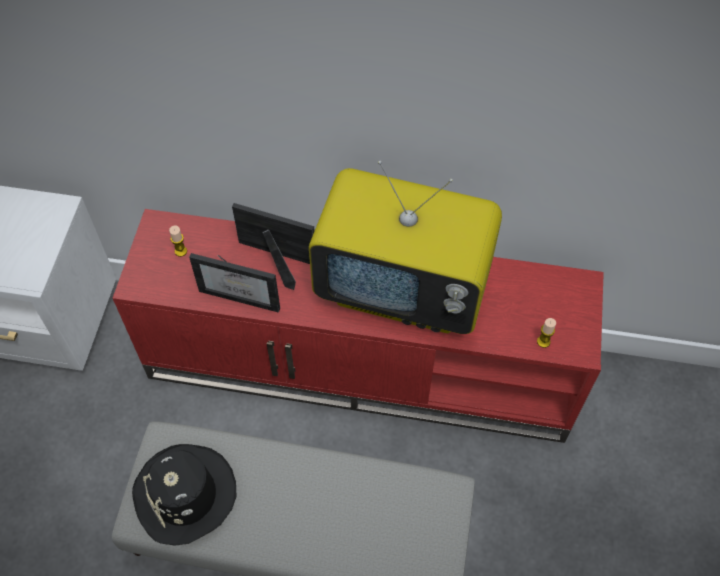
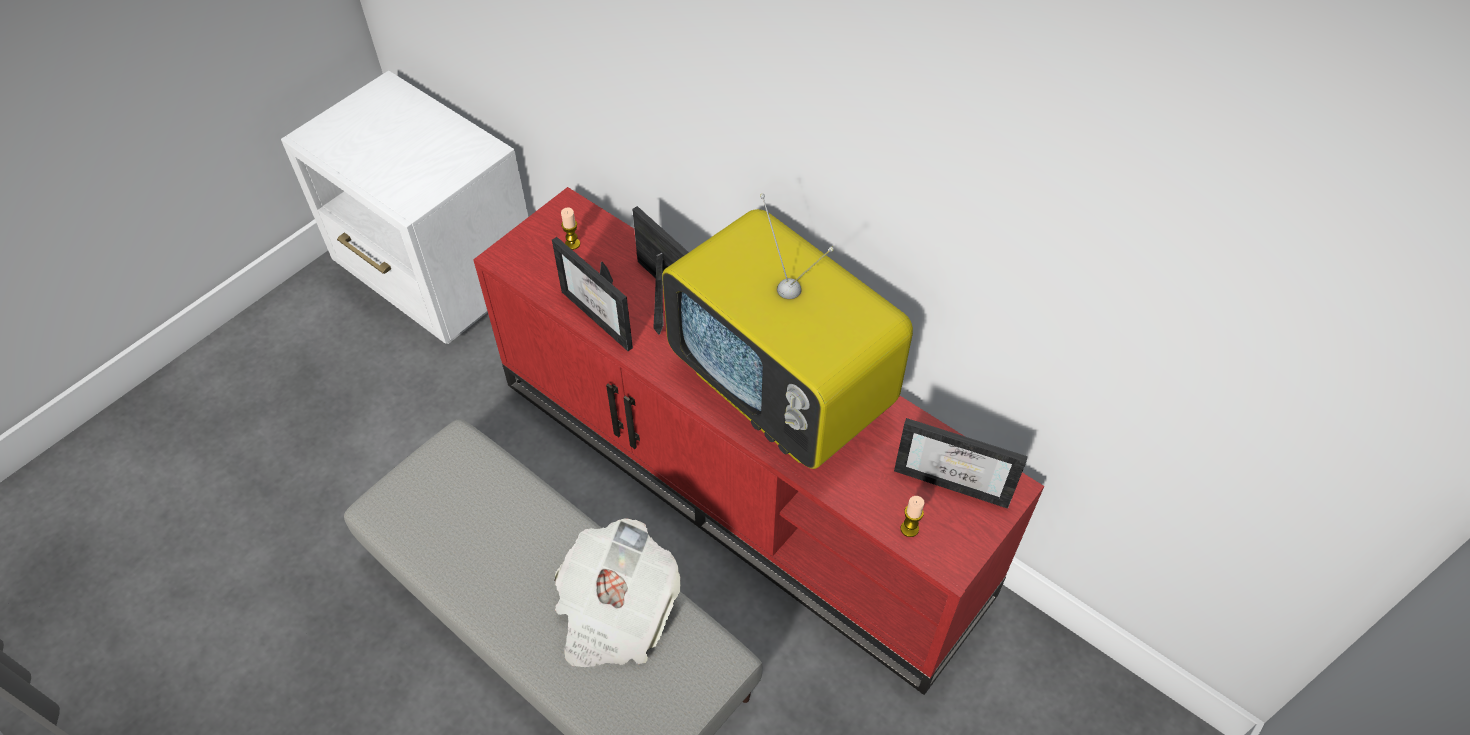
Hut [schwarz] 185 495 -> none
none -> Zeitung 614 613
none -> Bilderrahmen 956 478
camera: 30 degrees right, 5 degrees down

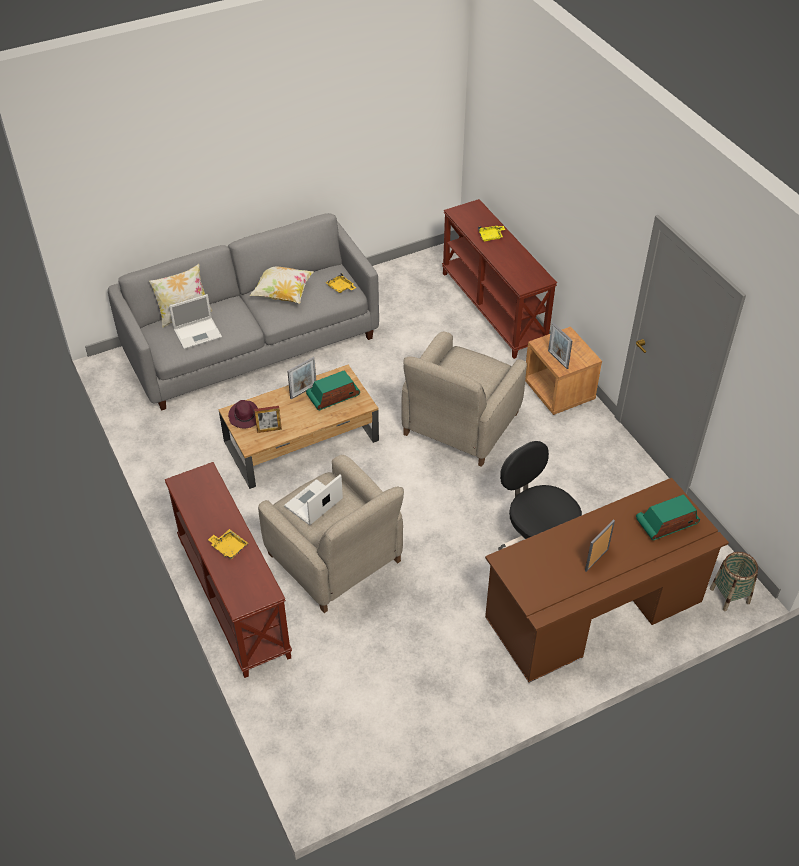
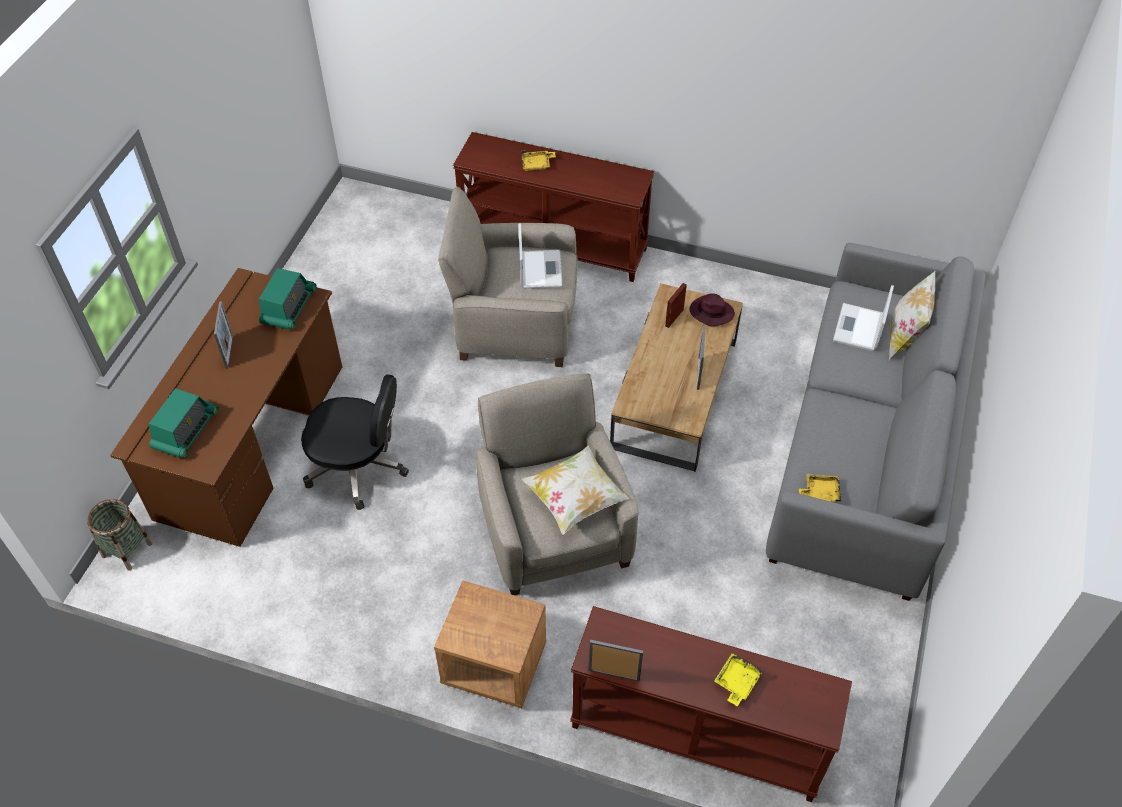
Kissen 283 293 -> Kissen 575 500, shifted
Radio 333 396 -> Radio 288 307, shifted
Bilderrahmen 558 359 -> Bilderrahmen 614 674, shifted
camera: 135 degrees right, 5 degrees up

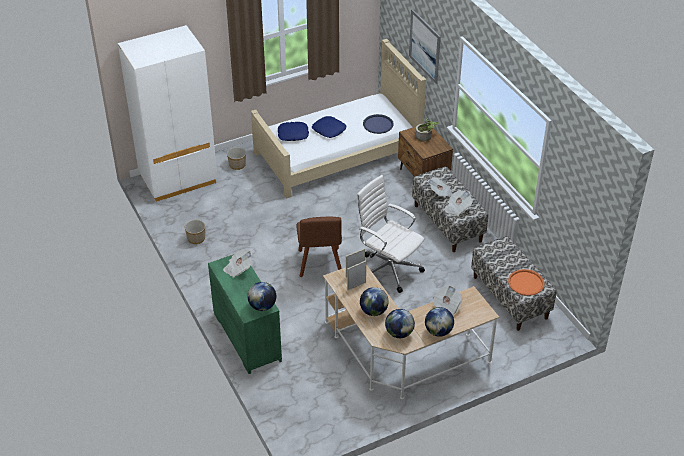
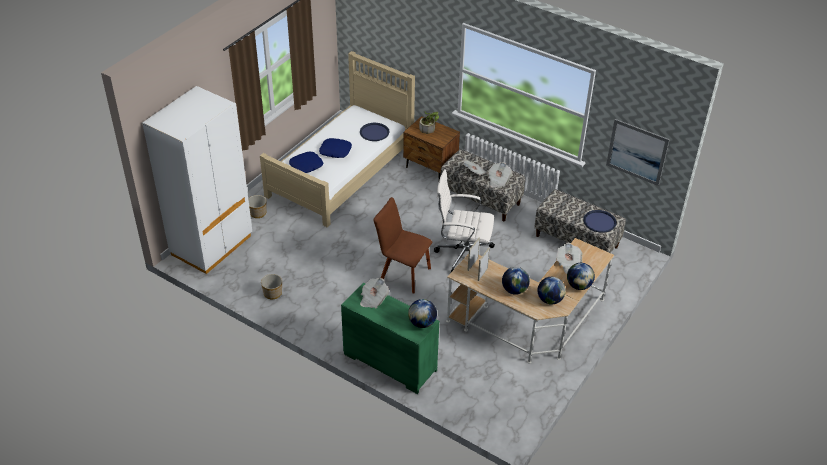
Bild 424 46 -> Bild 637 152, shifted
Tablett [orange] 526 283 -> Tablett [blau] 599 221
Stuhl [braun] 320 264 -> Stuhl [braun] 402 273, 150 degrees clockwise
camera: 30 degrees left, 0 degrees up

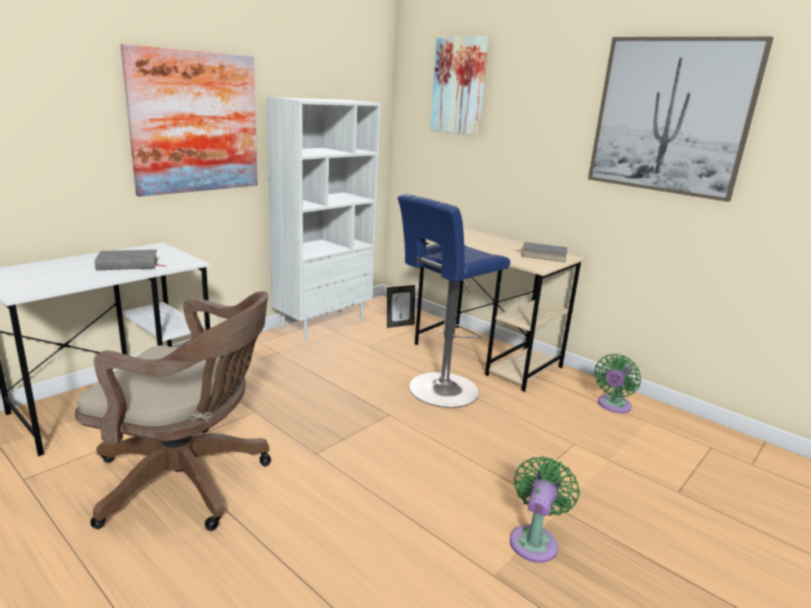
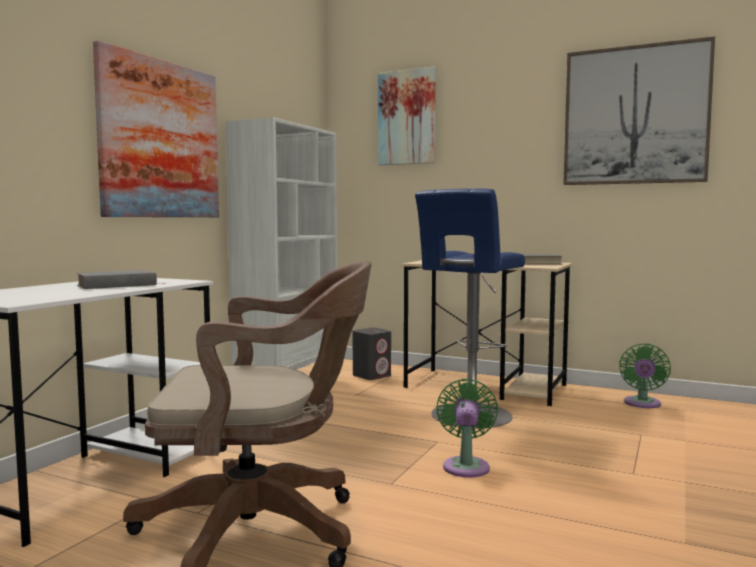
Ventilator [grün] 535 540 -> Ventilator [grün] 466 465, shifted
Bilderrahmen 399 325 -> Lautsprecher [grau] 372 376
camera: 15 degrees left, 15 degrees down

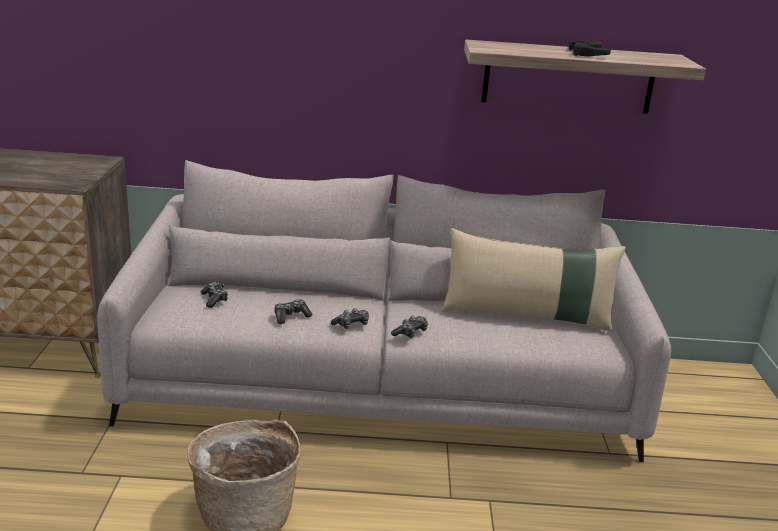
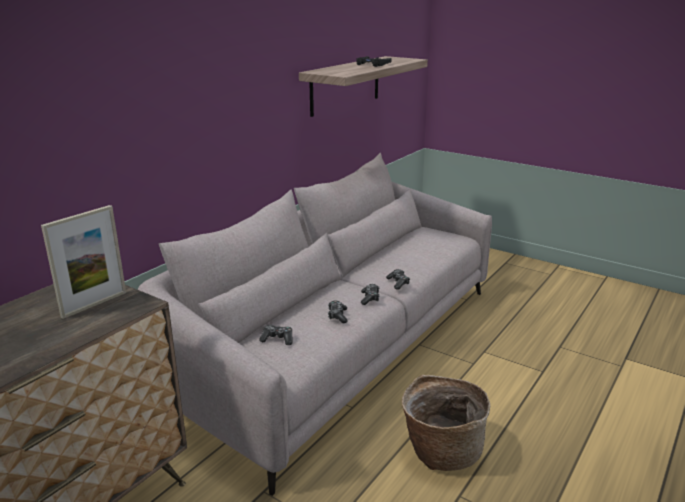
Kissen [beige] 527 316 -> none
none -> Bilderrahmen 94 304
camera: 55 degrees left, 0 degrees up

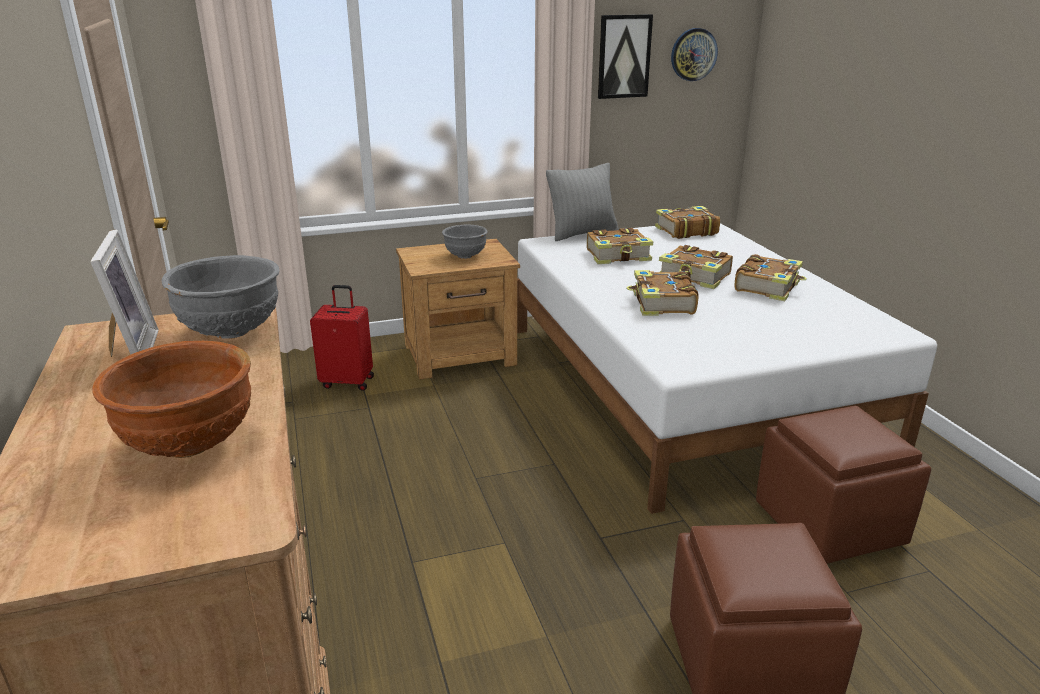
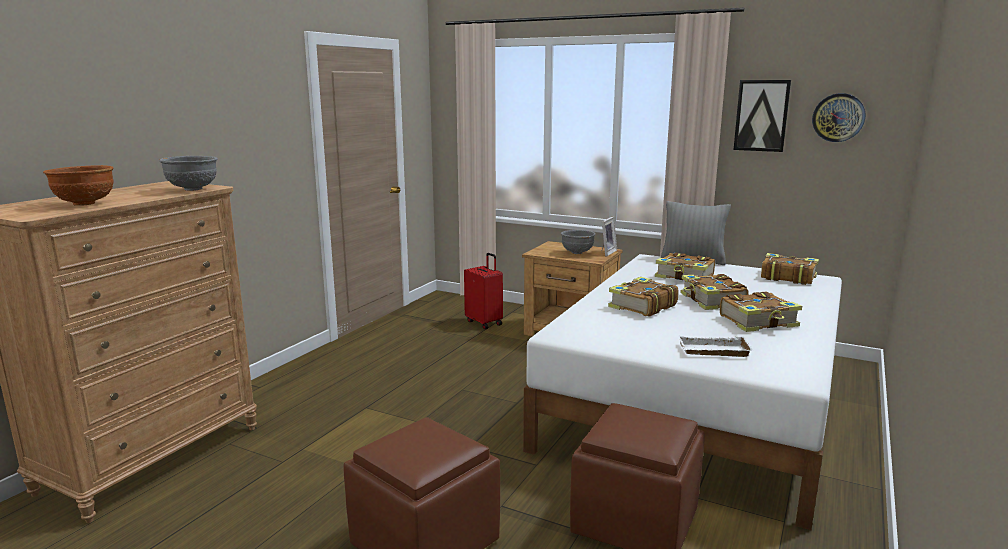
none -> Tablett [weiß] 713 352
Bilderrahmen 129 352 -> Bilderrahmen 606 252, shifted
camera: 45 degrees right, 10 degrees down

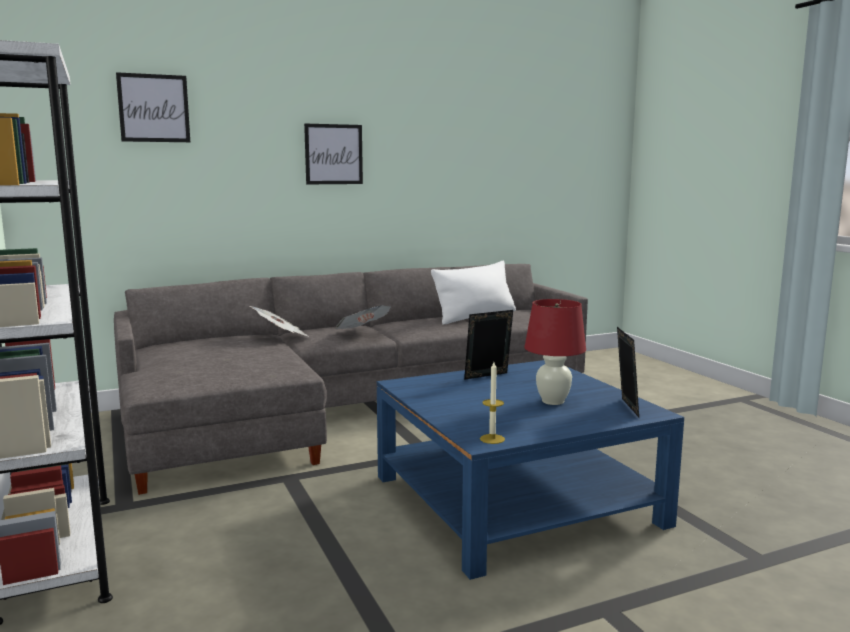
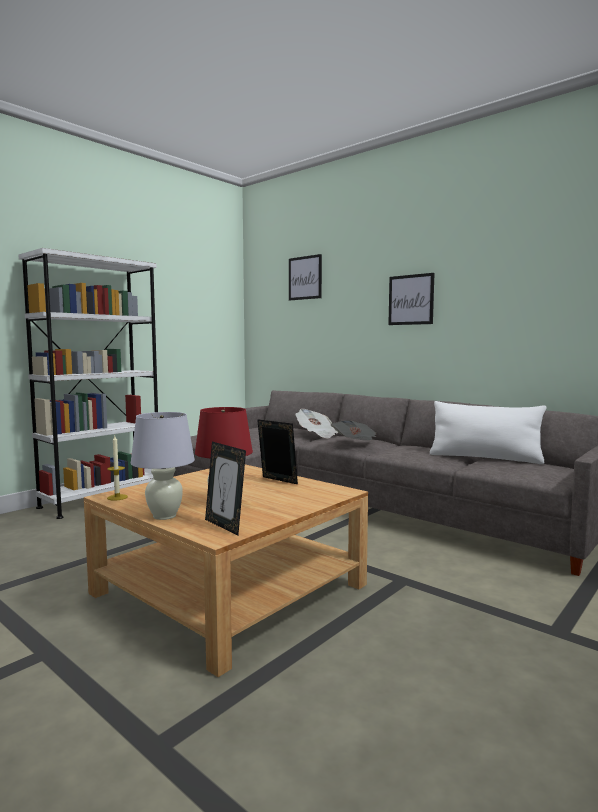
none -> Tischlampe [weiß] 164 516
Couchtisch [blau] 515 500 -> Couchtisch [beige] 230 589
Bilderrahmen 625 408 -> Bilderrahmen 225 526, 75 degrees clockwise
camera: 65 degrees right, 5 degrees down

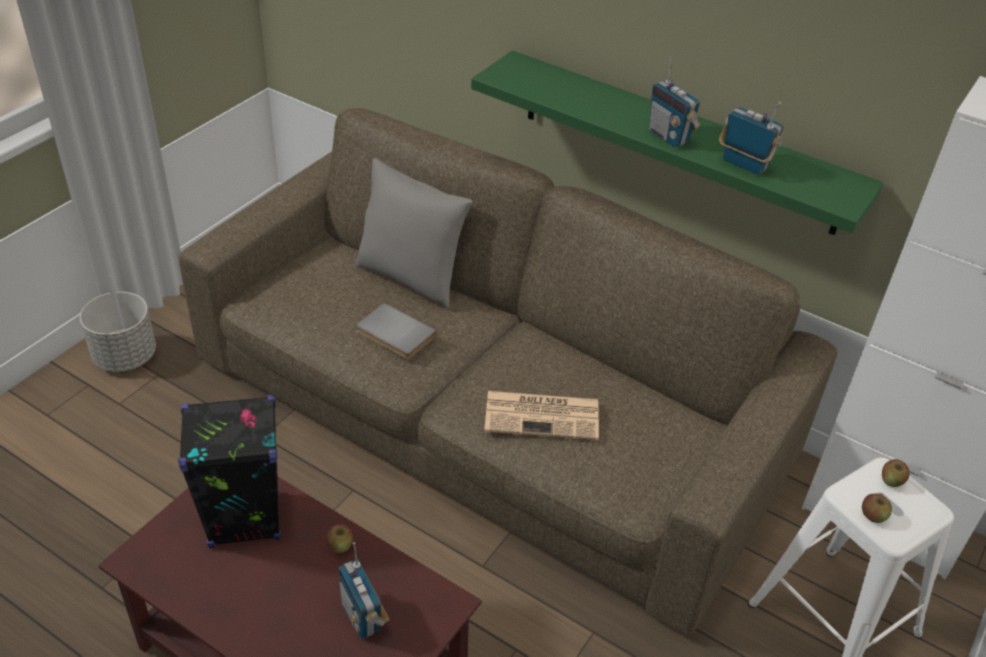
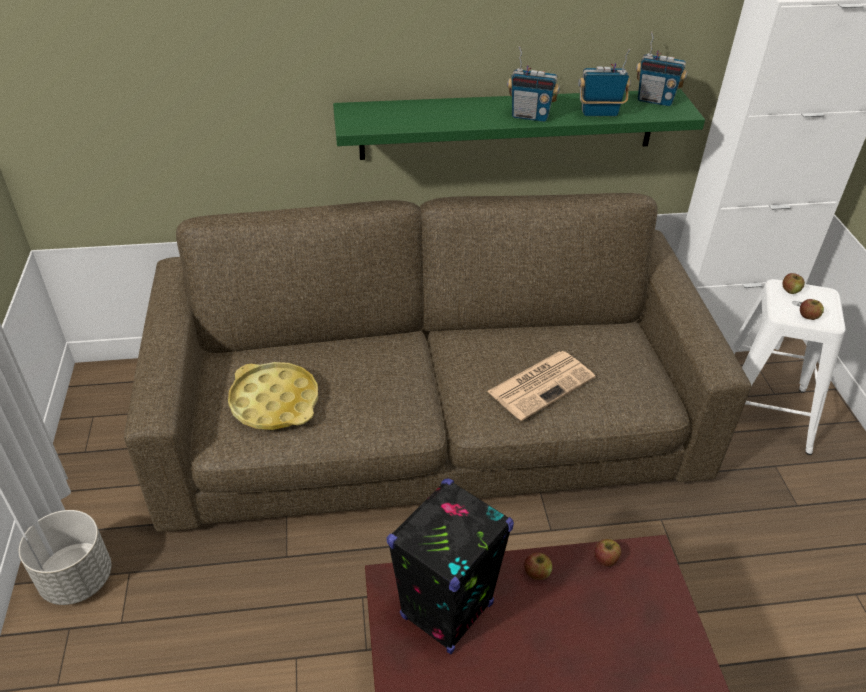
Kissen [grau] 411 277 -> none
Buch [grau] 394 335 -> none
none -> Tablett [gelb] 274 402
none -> Apfel 605 559
Radio 362 617 -> Radio 655 100, shifted
camera: 40 degrees left, 0 degrees up

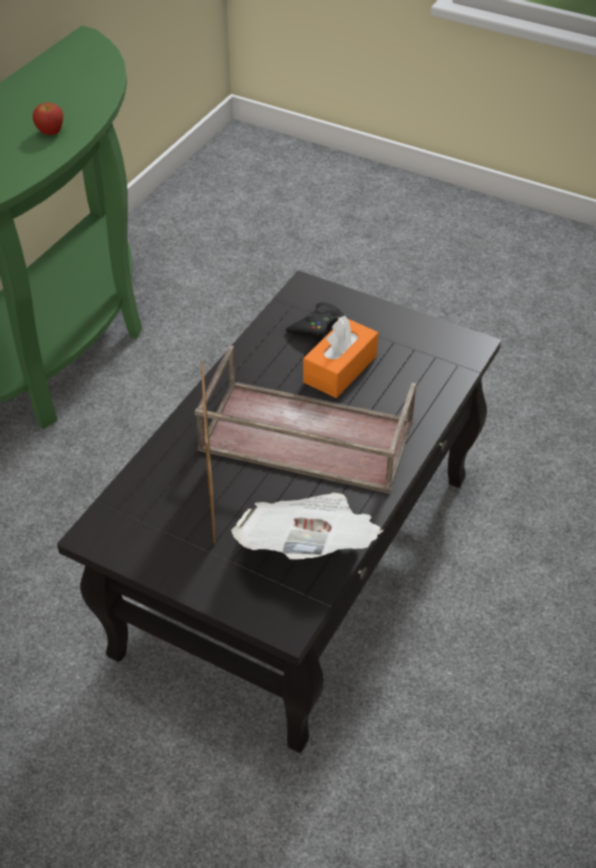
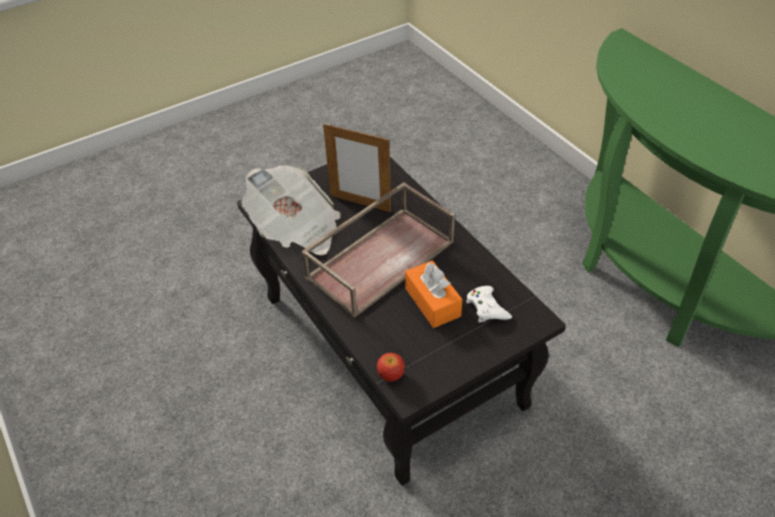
Apfel 50 131 -> Apfel 391 375, shifted
Gamepad [schwarz] 317 327 -> Gamepad [weiß] 487 308
camera: 120 degrees right, 0 degrees up

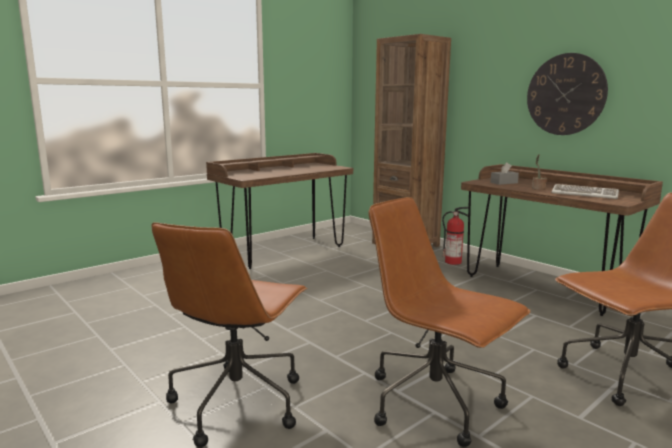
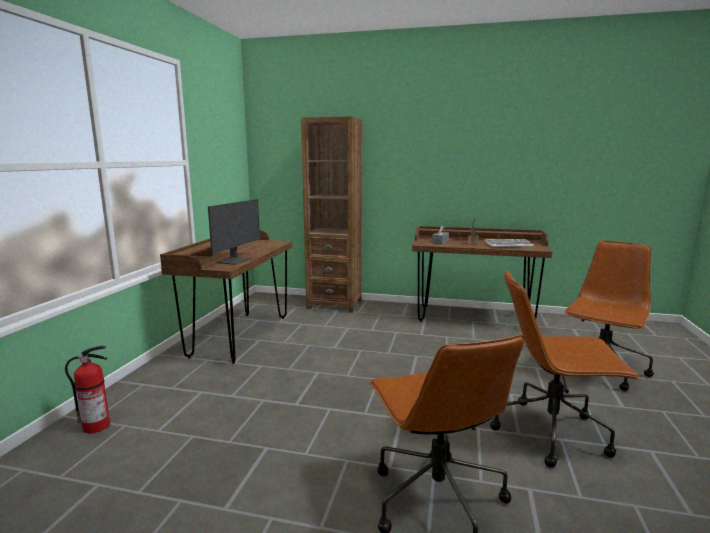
Wanduhr 565 94 -> none
none -> Monitor 234 260
Feuerlöscher 453 262 -> Feuerlöscher 97 426, shifted
camera: 35 degrees left, 0 degrees up

